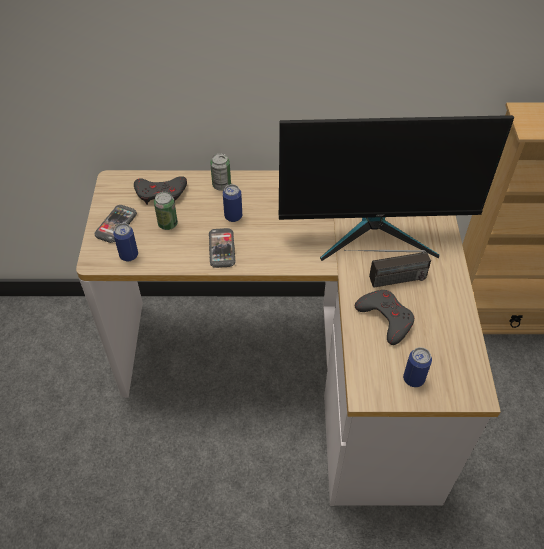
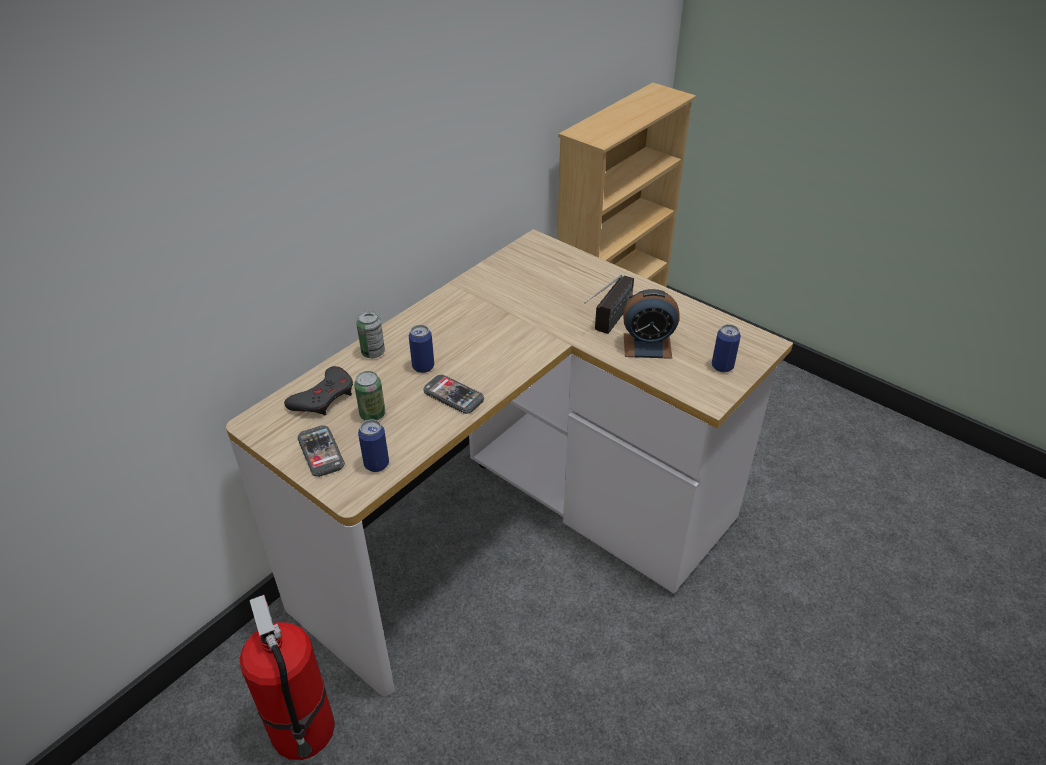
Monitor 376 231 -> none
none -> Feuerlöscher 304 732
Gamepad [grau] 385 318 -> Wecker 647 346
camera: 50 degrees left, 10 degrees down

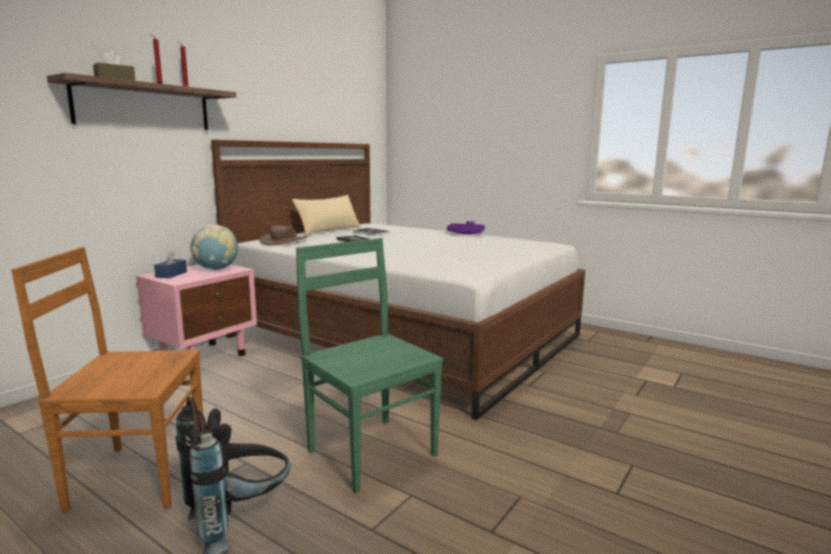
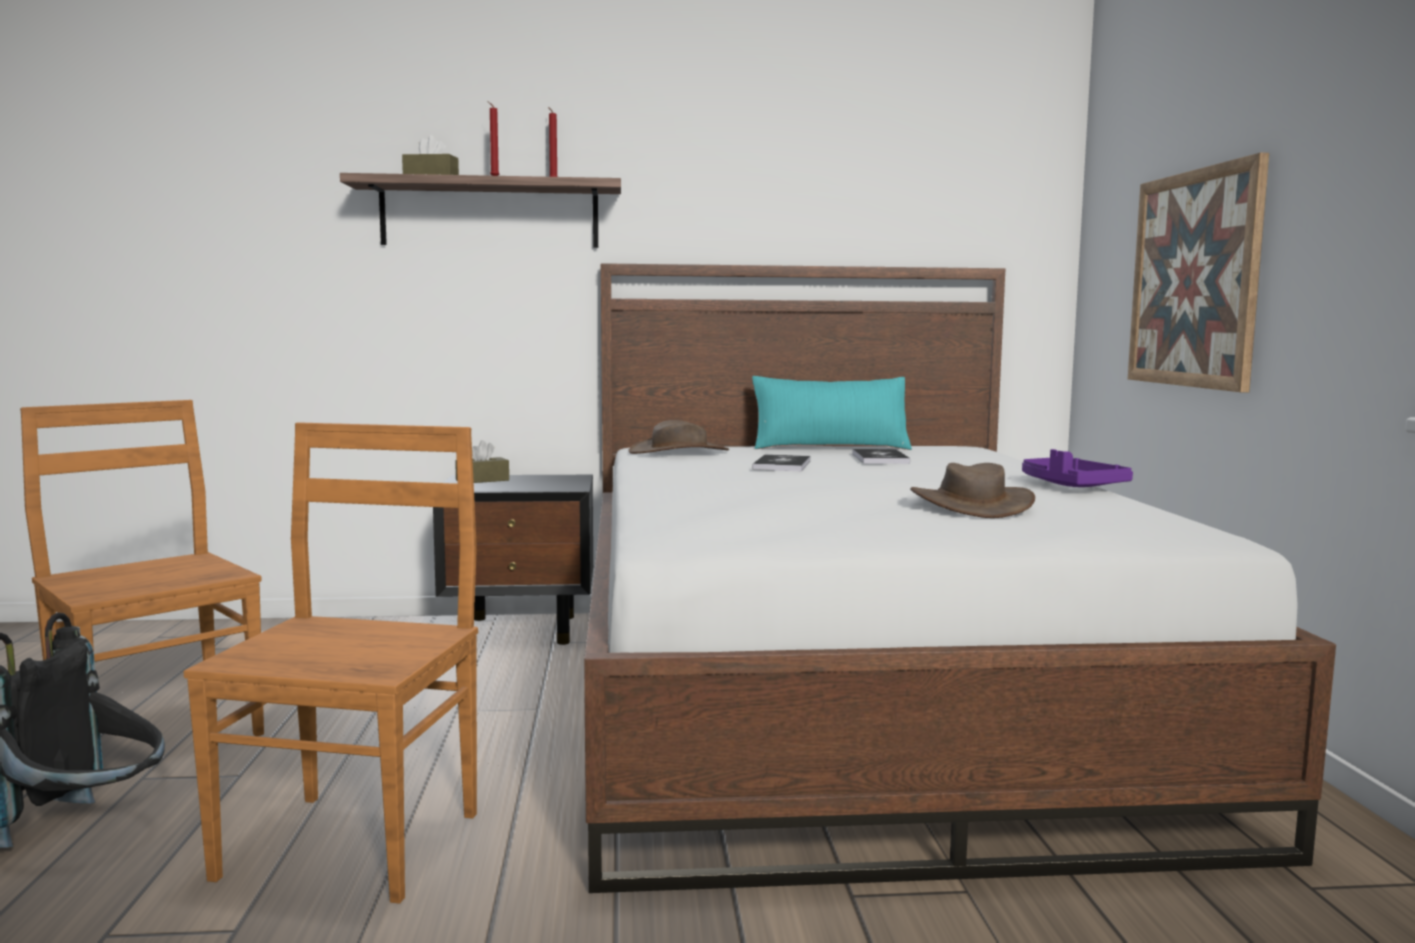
Globus 216 269 -> none
none -> Hut [braun] 971 505
none -> Bild 1194 279
Nachttisch [rosa] 205 356 -> Nachttisch [schwarz] 522 630
Taschentuchbox [blau] 171 274 -> Taschentuchbox [braun] 482 480
Kissen [beige] 328 230 -> Kissen [türkis] 830 447
Stuhl [grün] 370 451 -> Stuhl [braun] 355 842
camera: 50 degrees right, 5 degrees down

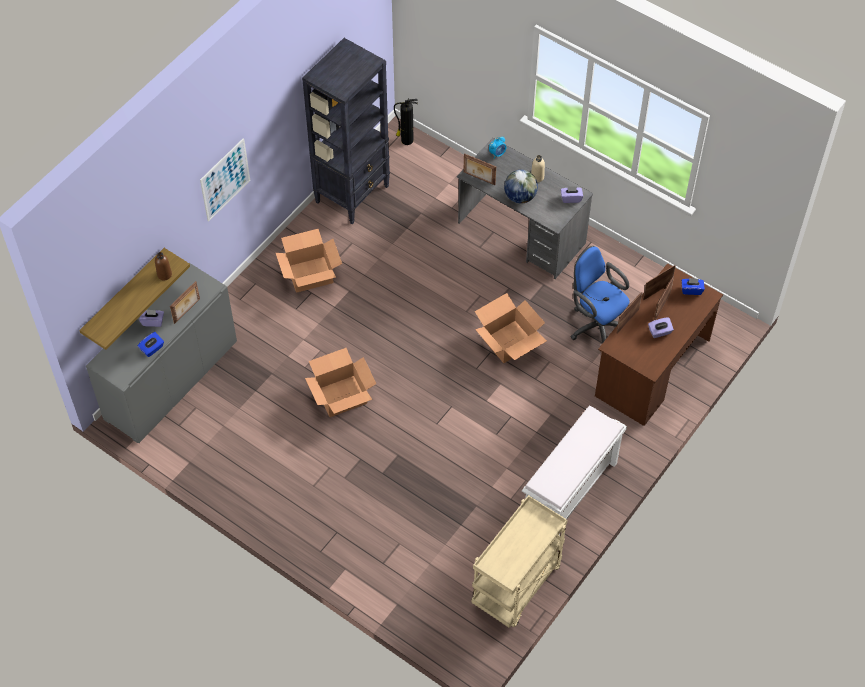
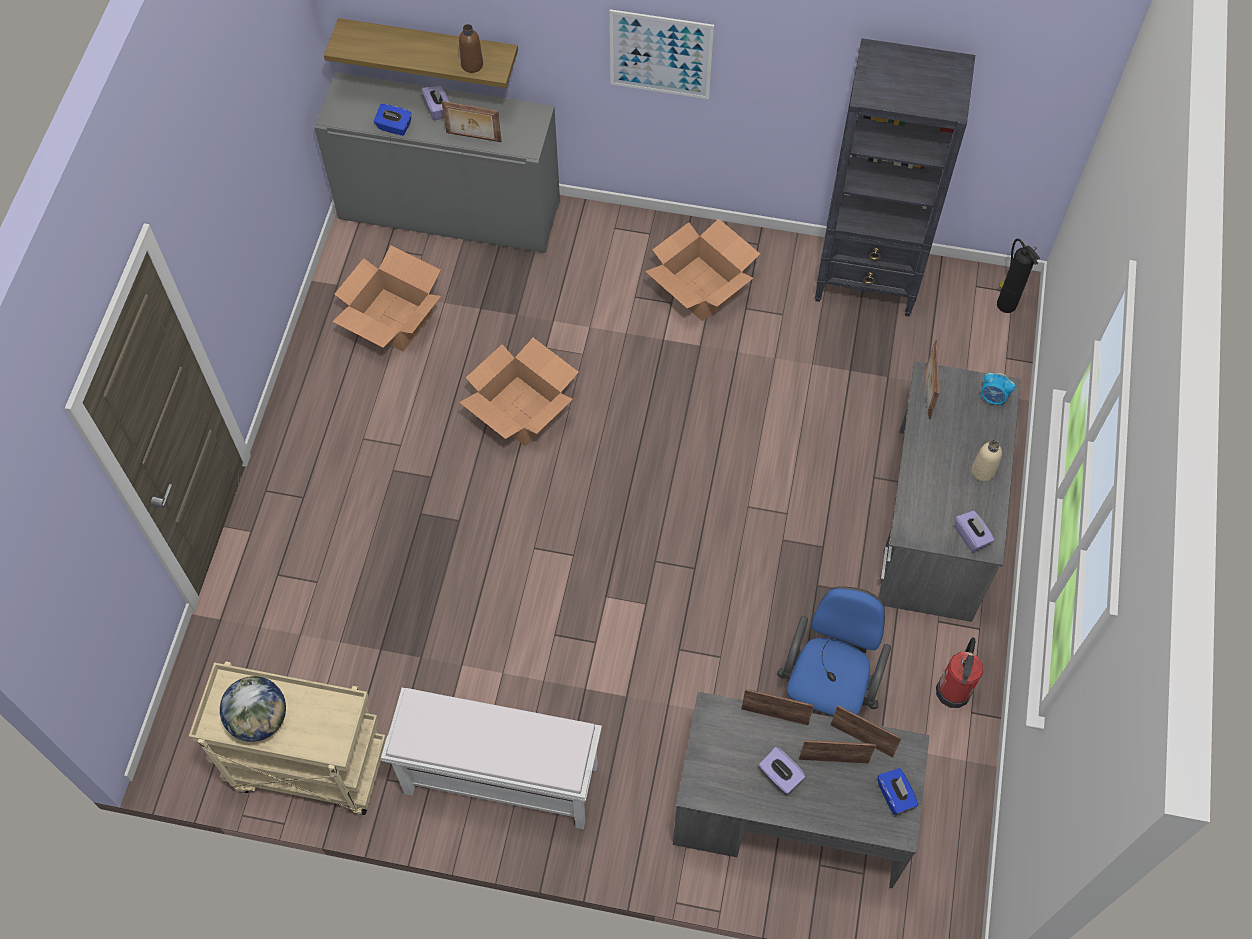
none -> Feuerlöscher 953 690
Karton 509 342 -> Karton 393 320, shifted
Globus 520 197 -> Globus 260 719, shifted
Schreibtisch [braun] 652 368 -> Schreibtisch [grau] 789 816
camera: 65 degrees right, 5 degrees up

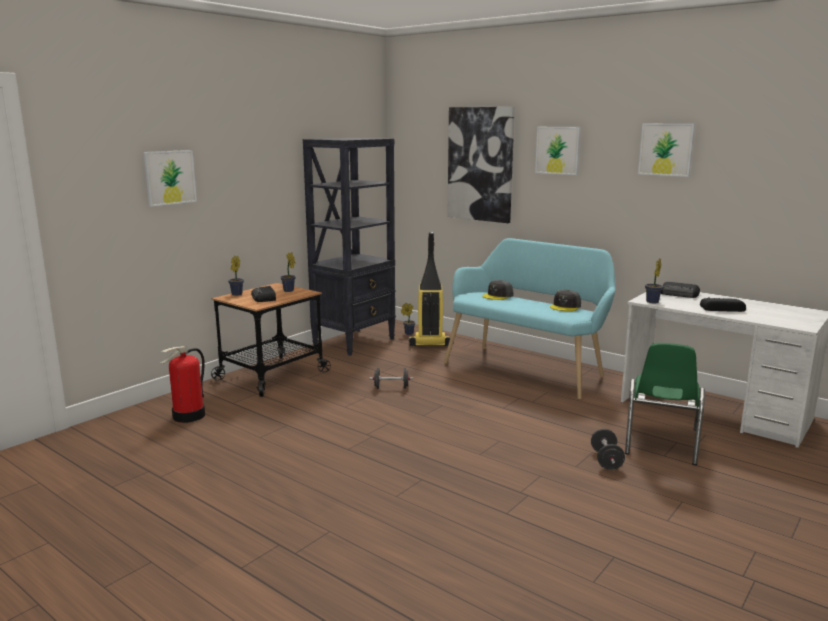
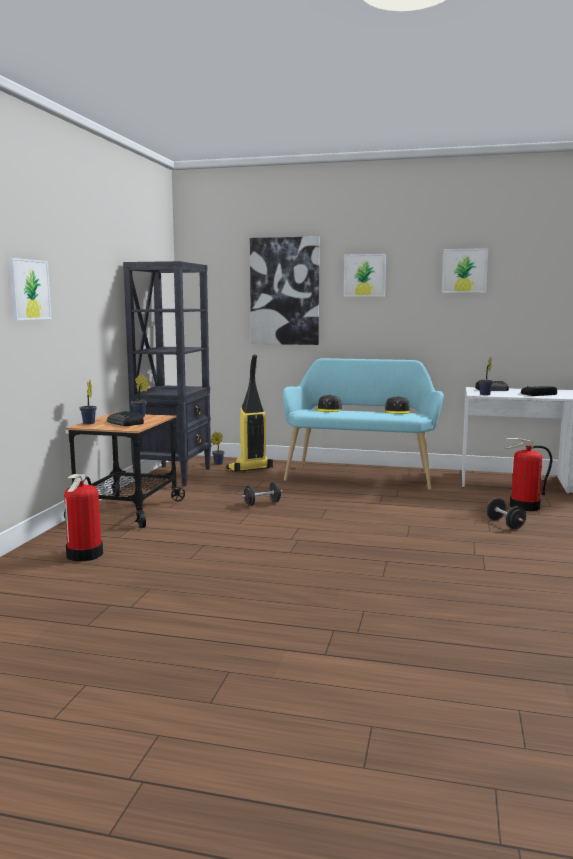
Stuhl [grün] 660 442 -> Feuerlöscher 524 507
camera: 25 degrees left, 5 degrees down

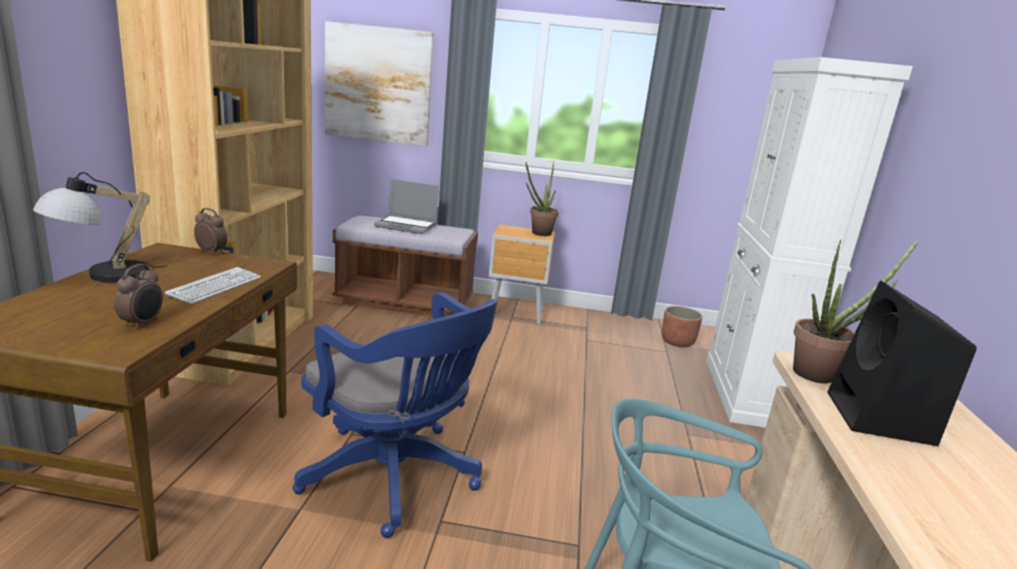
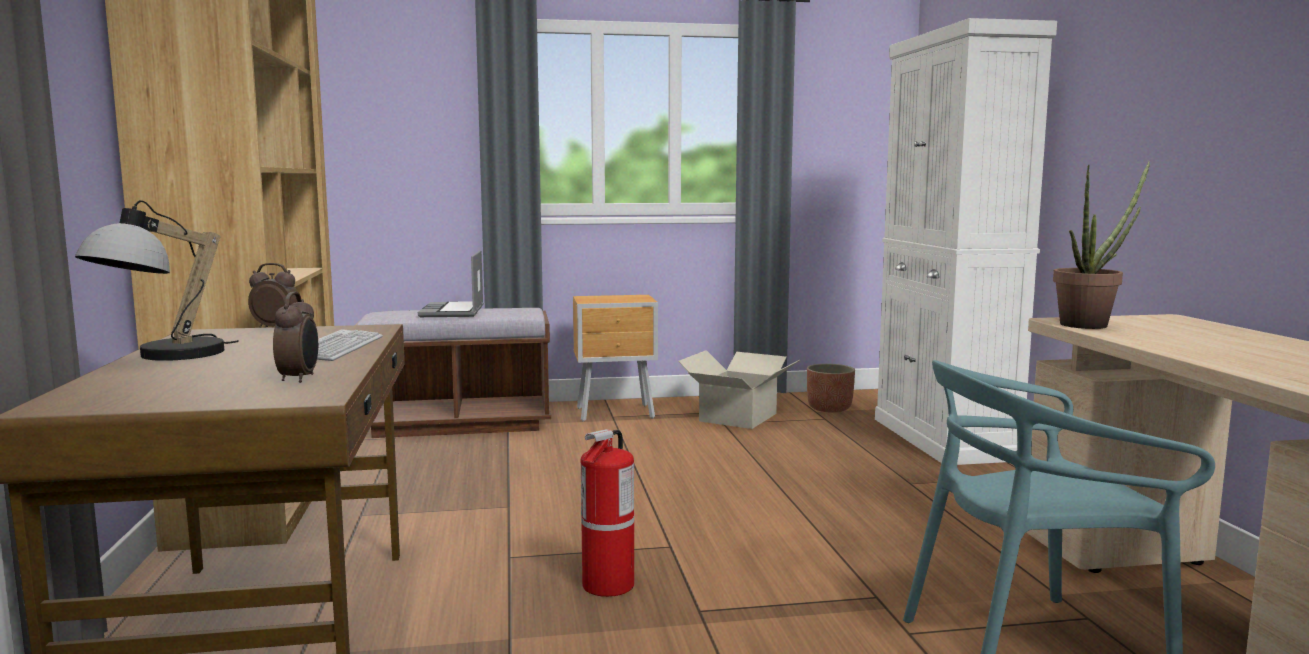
Bild 378 84 -> none
Topfpflanze 538 234 -> none
Lautsprecher [schwarz] 881 419 -> none
none -> Karton 739 417
Bürostuhl [blau] 396 478 -> Feuerlöscher 608 585
Laptop 407 226 -> Laptop 453 312, 90 degrees clockwise
camera: 15 degrees left, 10 degrees down

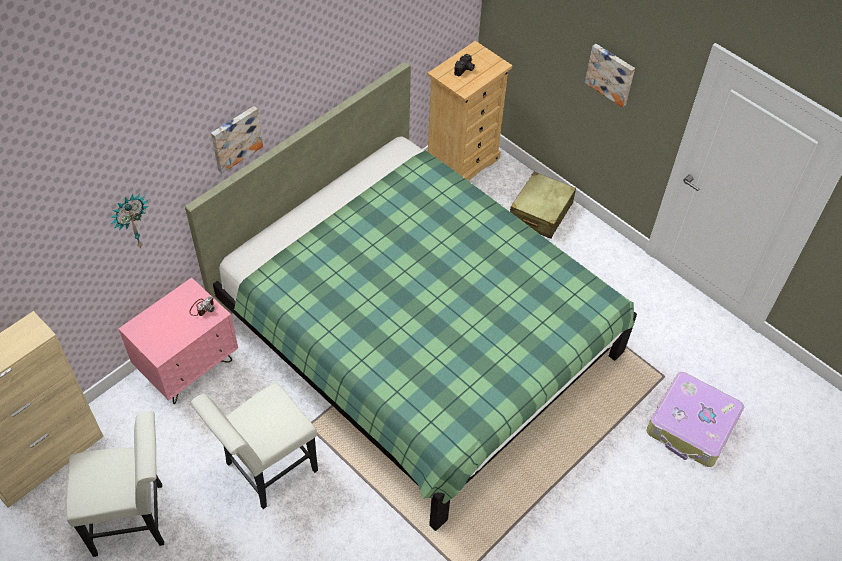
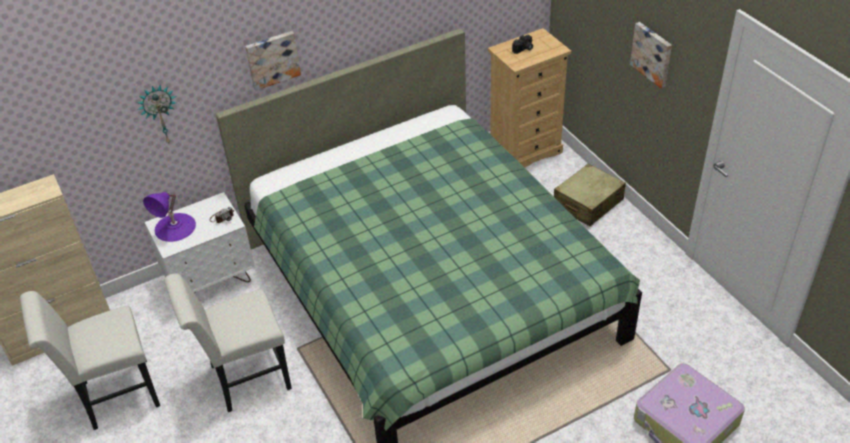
none -> Tischlampe [lila] 175 227
Nachttisch [rosa] 189 367 -> Nachttisch [weiß] 211 280
Stuhl [weiß] 136 518 -> Stuhl [weiß] 113 396, 150 degrees clockwise
camera: 20 degrees right, 10 degrees down

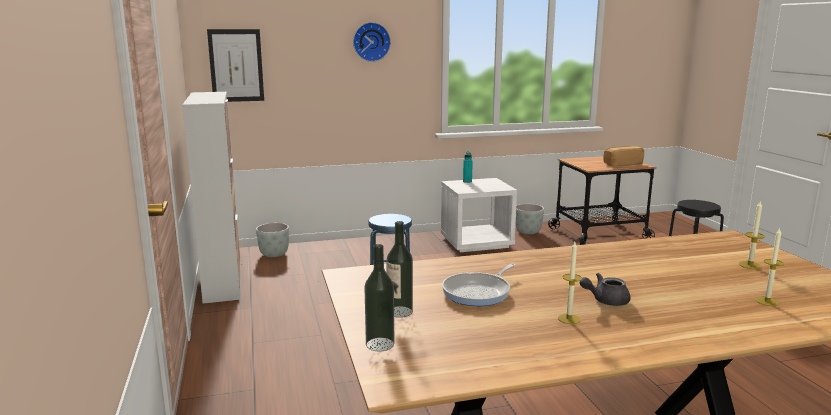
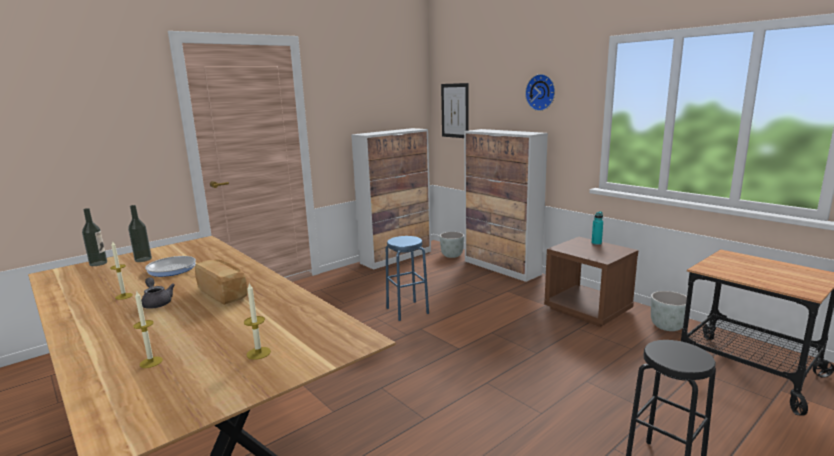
none -> Schrank 502 268
Brot 622 164 -> Brot 224 293, shifted
Nachttisch [weiß] 477 242 -> Nachttisch [braun] 588 310
camera: 65 degrees right, 0 degrees up

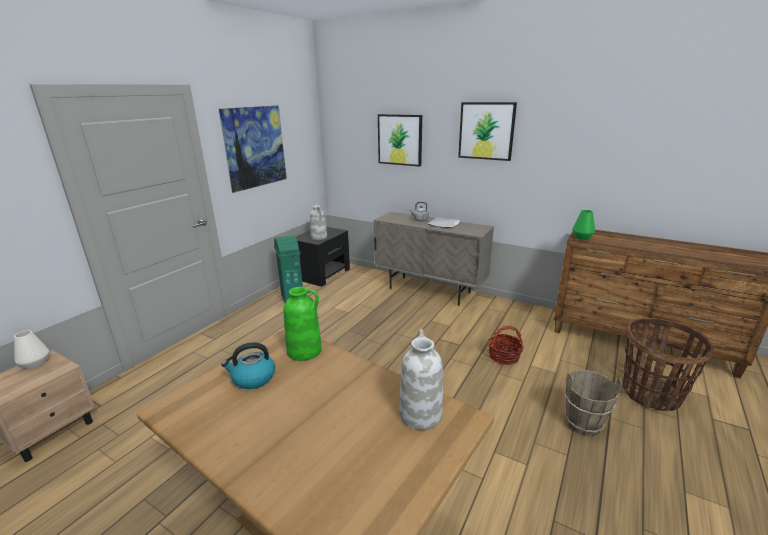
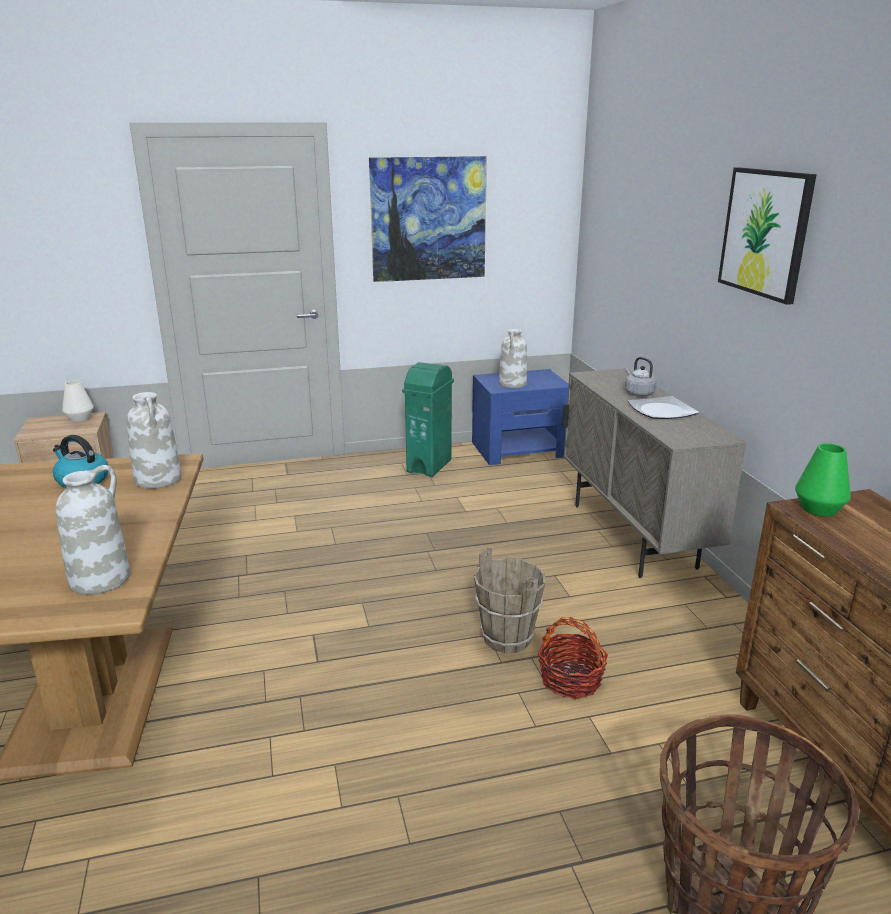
Bild 400 140 -> none
Eimer [braun] 583 423 -> Eimer [braun] 507 638, shifted
Vase [grün] 305 351 -> Vase [weiß] 159 480
Nachttisch [schwarz] 323 274 -> Nachttisch [blau] 519 449
camera: 45 degrees right, 0 degrees up

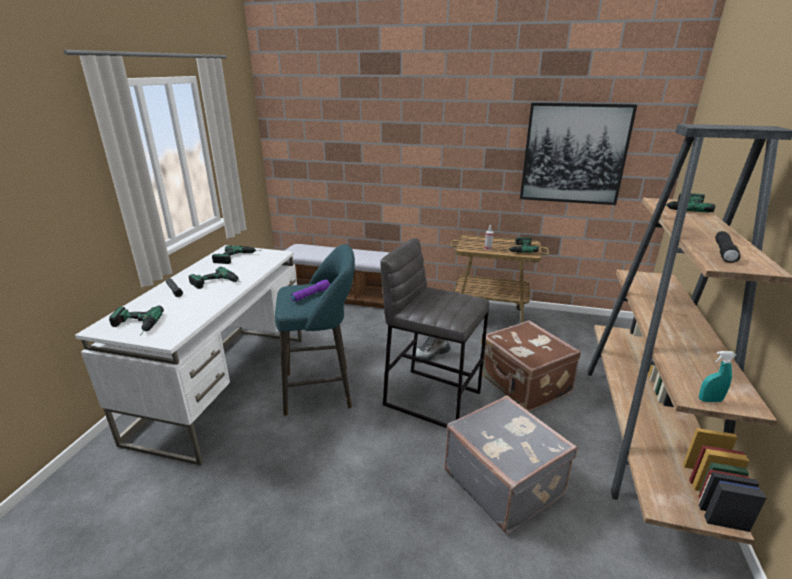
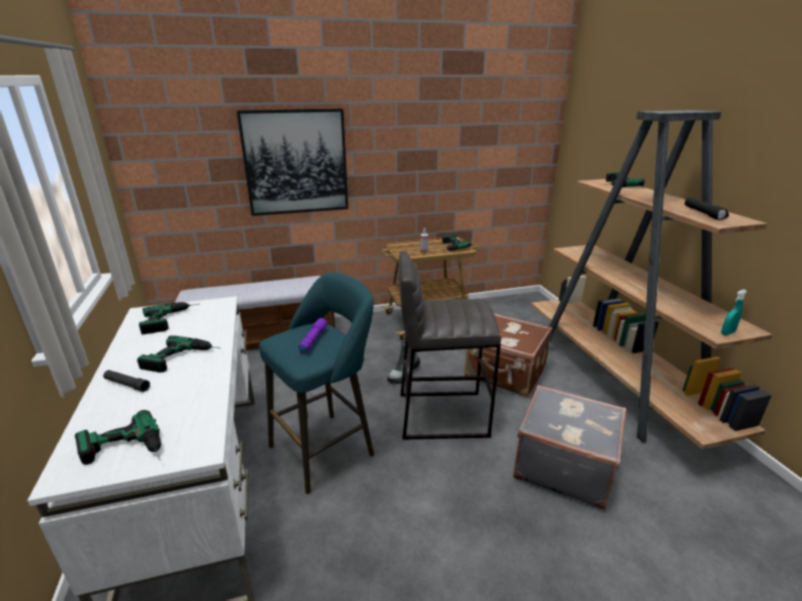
Bild 574 154 -> Bild 296 162, shifted
camera: 30 degrees left, 0 degrees up

